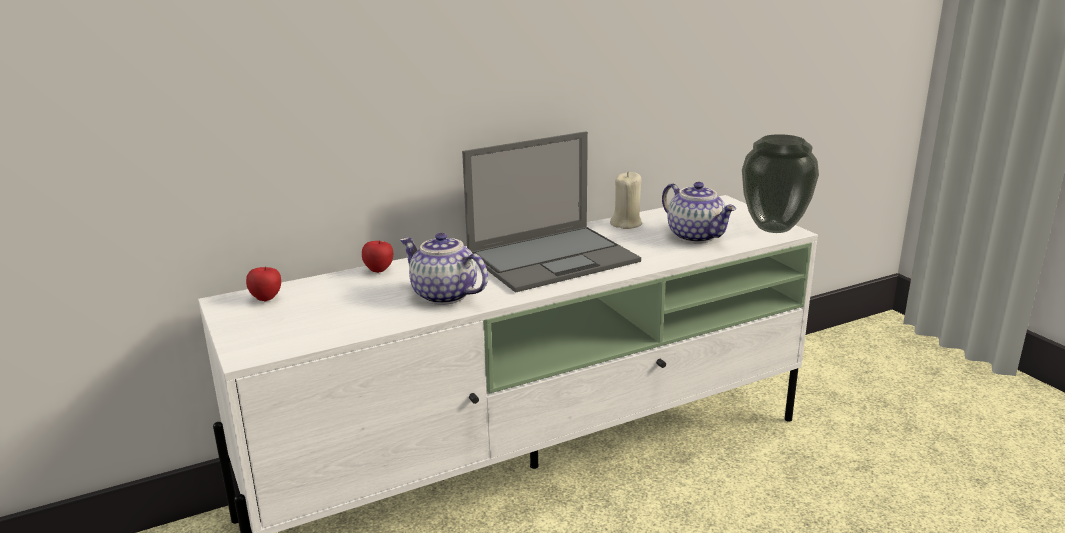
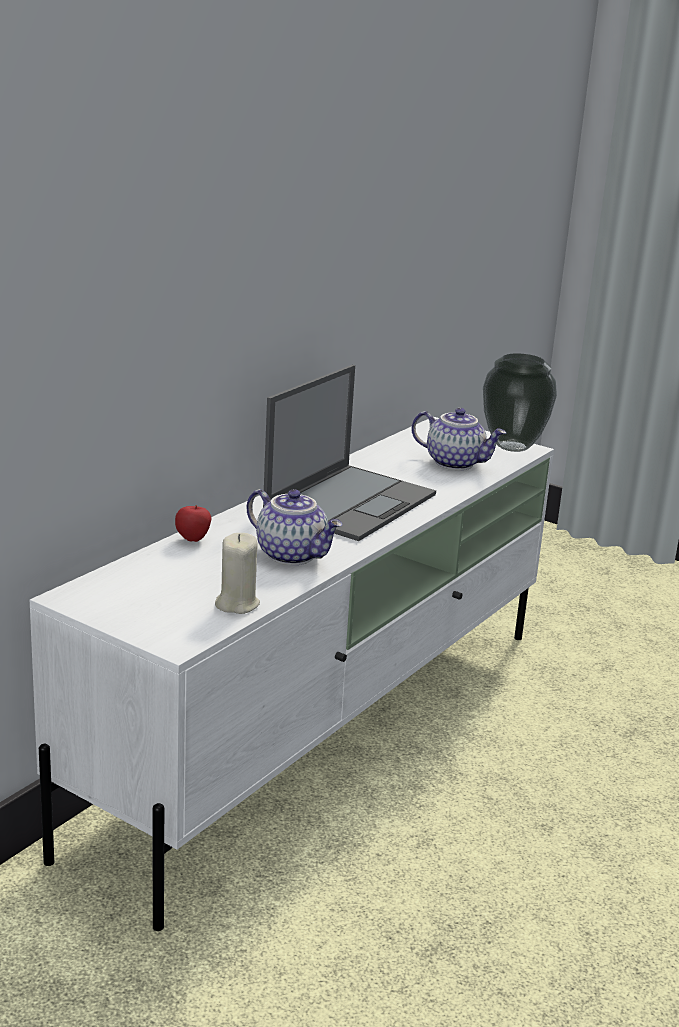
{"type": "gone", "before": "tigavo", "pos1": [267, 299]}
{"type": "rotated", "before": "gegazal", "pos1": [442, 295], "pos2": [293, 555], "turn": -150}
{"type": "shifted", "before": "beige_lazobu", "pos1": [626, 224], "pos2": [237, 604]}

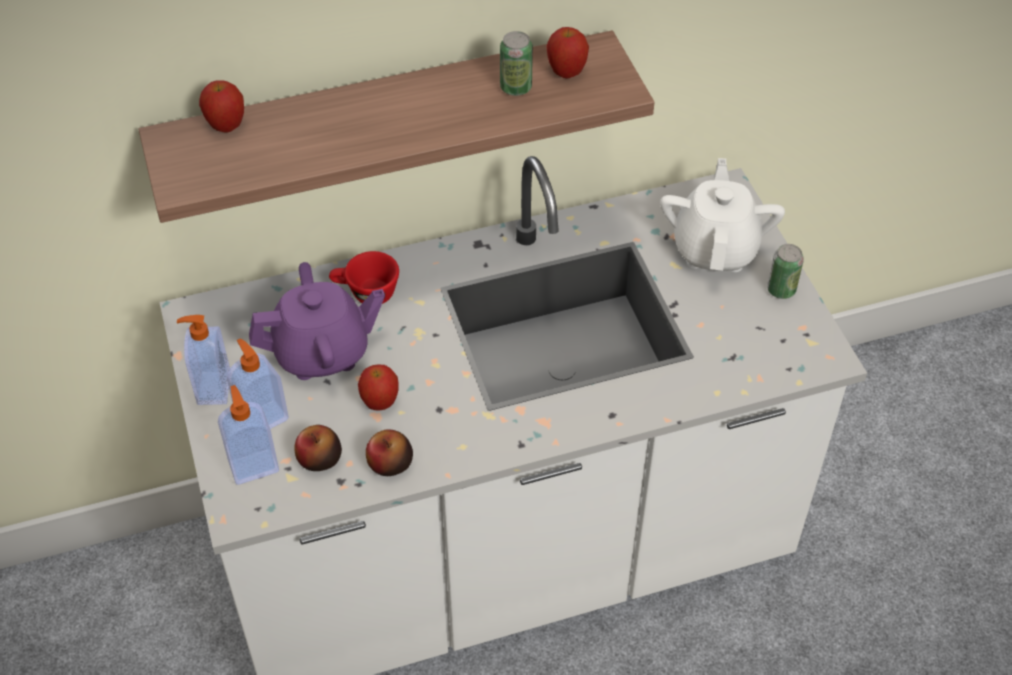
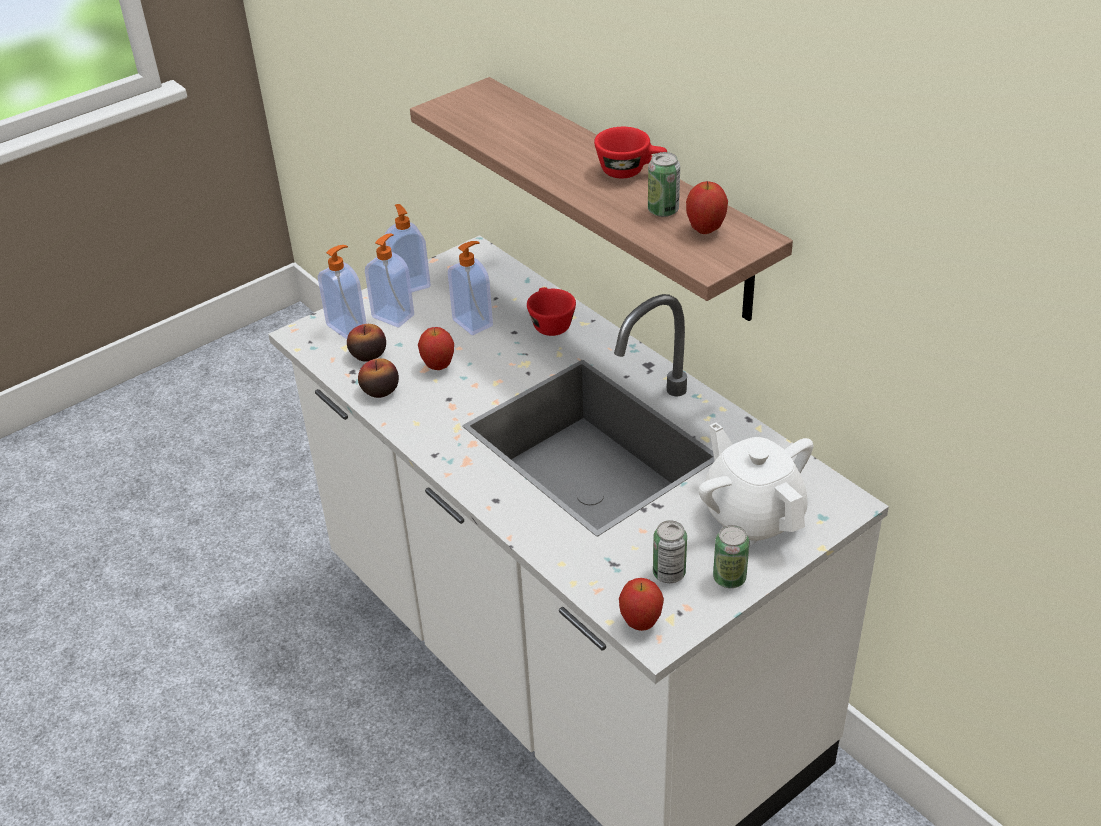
{"type": "shifted", "before": "tigavo", "pos1": [226, 127], "pos2": [641, 622]}
{"type": "swapped", "before": "purple_gegazal", "after": "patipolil", "pos1": [322, 353], "pos2": [474, 322]}
{"type": "rotated", "before": "white_gegazal", "pos1": [715, 249], "pos2": [752, 515], "turn": -105}
{"type": "new", "after": "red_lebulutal", "pos2": [630, 171]}
{"type": "new", "after": "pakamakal", "pos2": [669, 573]}

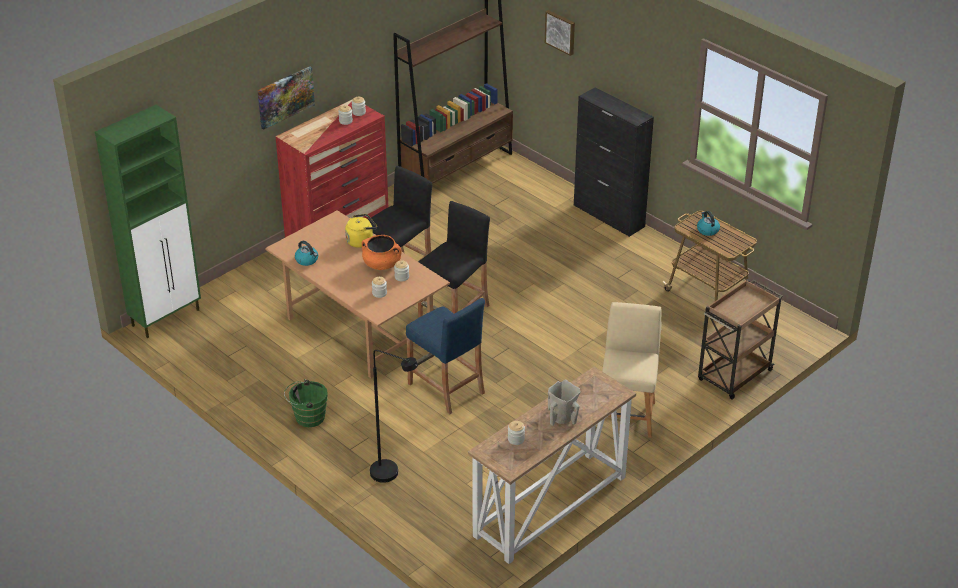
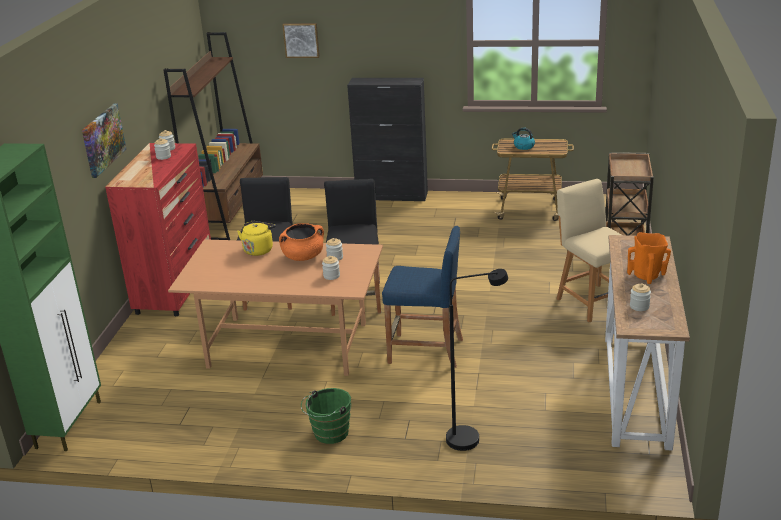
{"type": "gone", "before": "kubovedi", "pos1": [307, 260]}
{"type": "repainted", "before": "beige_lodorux", "after": "orange_lodorux", "pos1": [562, 418], "pos2": [647, 275]}

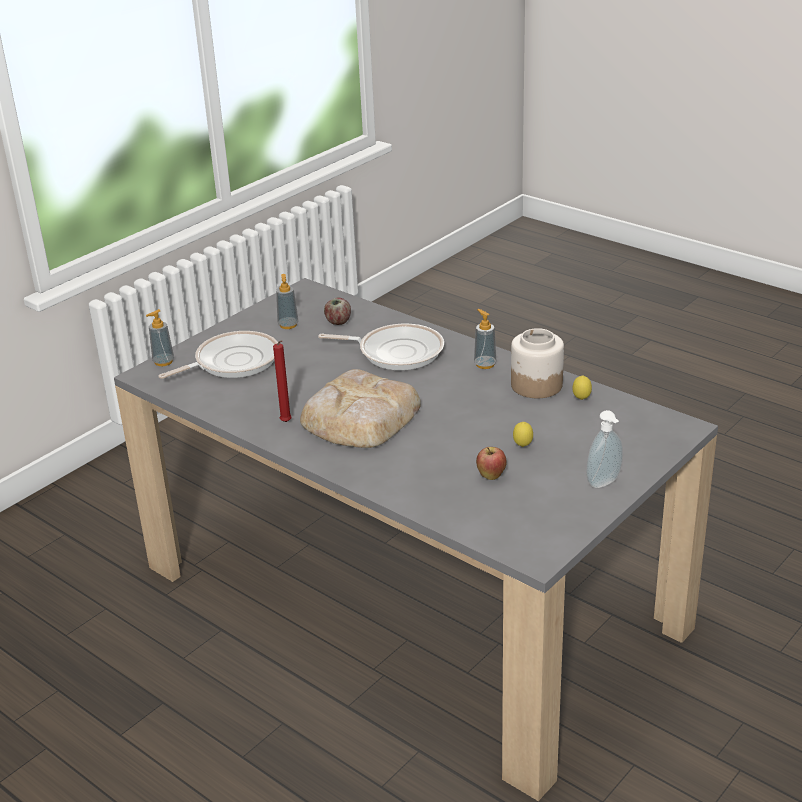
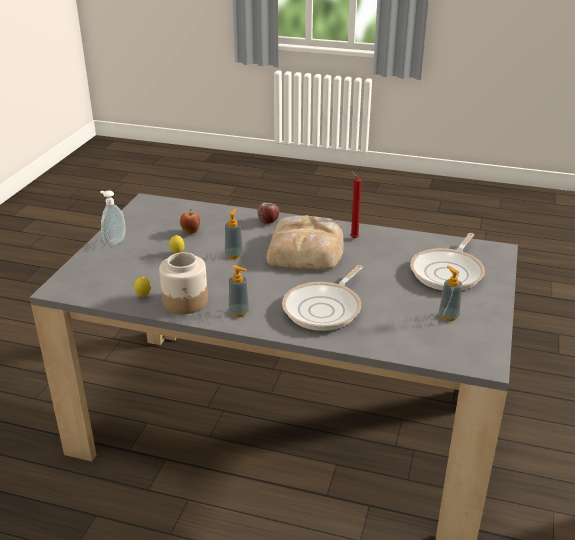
{"type": "shifted", "before": "patipolil", "pos1": [163, 362], "pos2": [234, 255]}
{"type": "rotated", "before": "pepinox", "pos1": [396, 352], "pos2": [325, 308], "turn": -45}
{"type": "shifted", "before": "tigavo", "pos1": [338, 322], "pos2": [268, 221]}

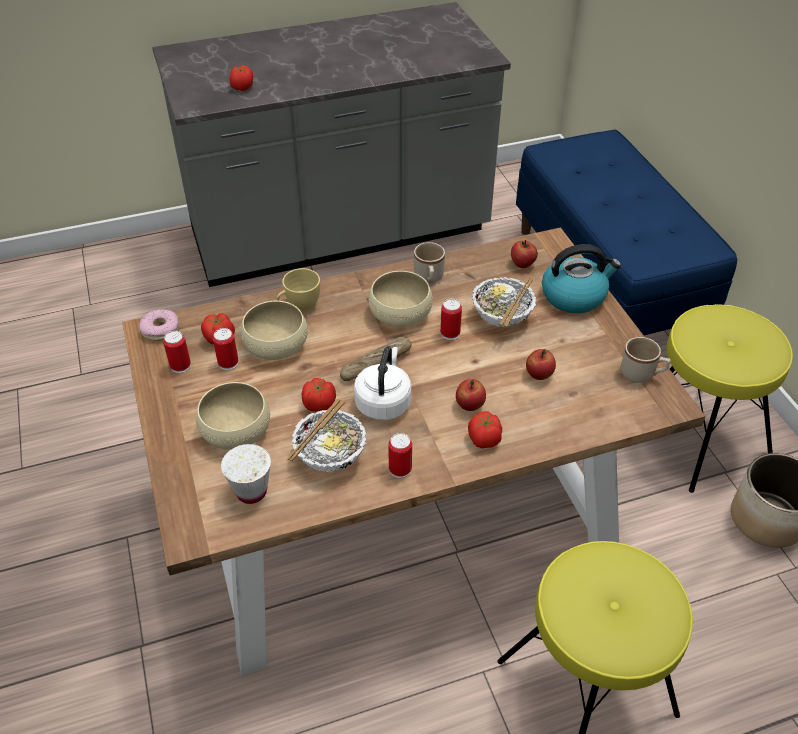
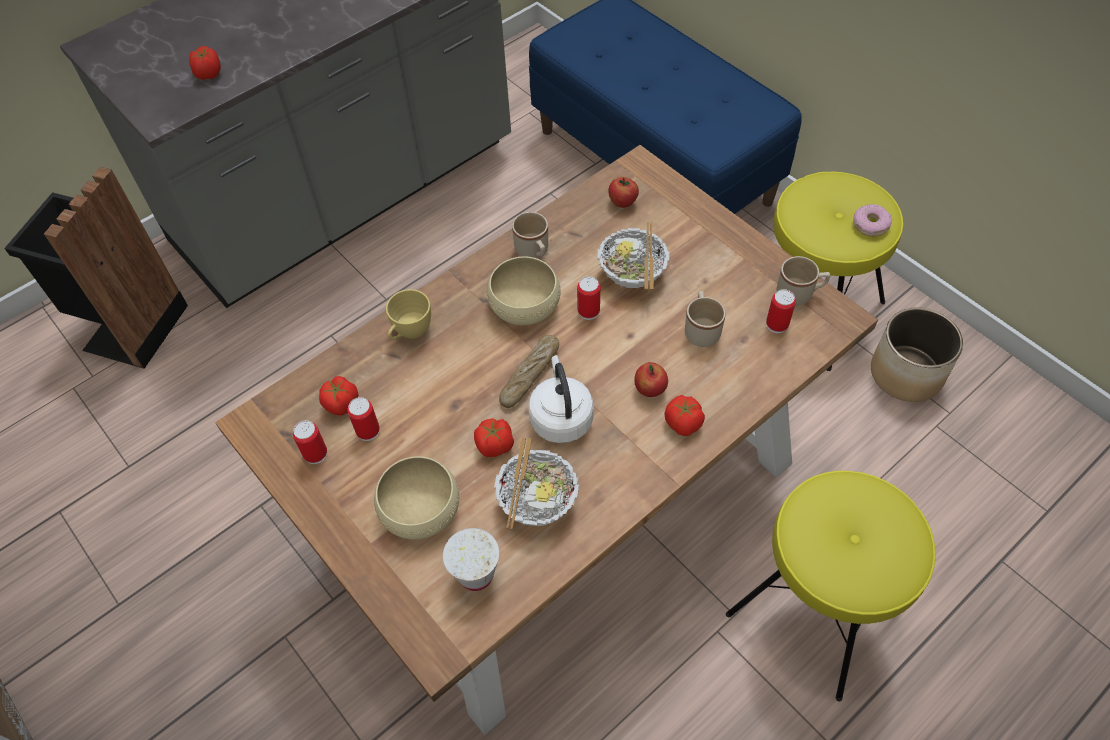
{"type": "shifted", "before": "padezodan", "pos1": [160, 330], "pos2": [870, 224]}
{"type": "gone", "before": "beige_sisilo", "pos1": [276, 344]}
{"type": "shifted", "before": "pakamakal", "pos1": [400, 469], "pos2": [777, 324]}
{"type": "swapped", "before": "tigavo", "after": "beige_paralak", "pos1": [539, 375], "pos2": [701, 329]}
{"type": "gone", "before": "kubovedi", "pos1": [574, 295]}
{"type": "new", "after": "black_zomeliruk", "pos2": [131, 327]}

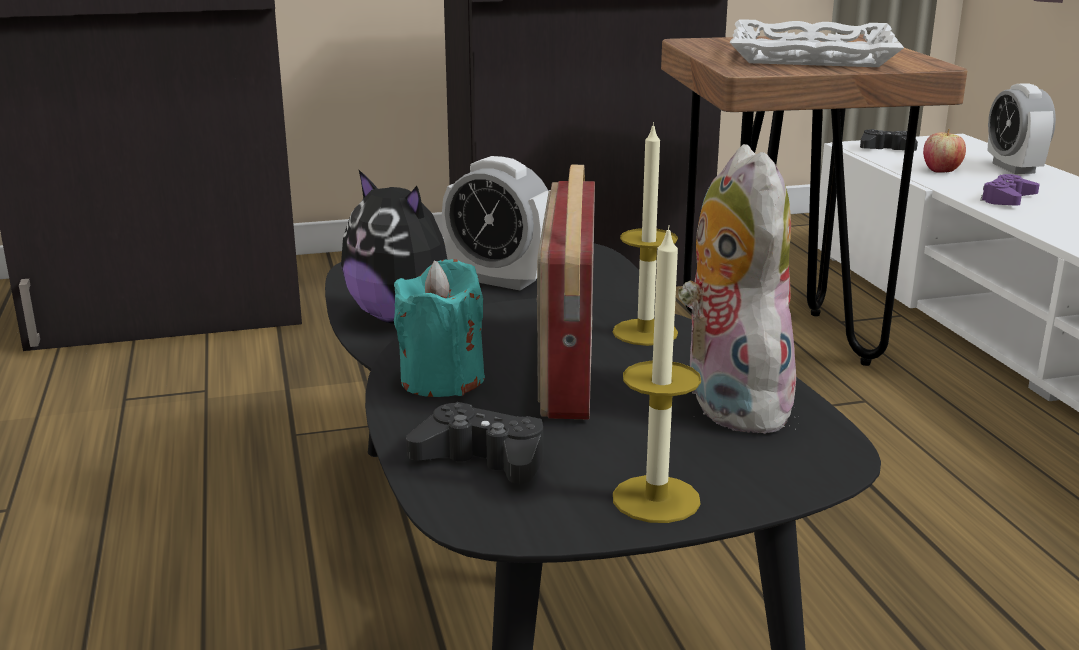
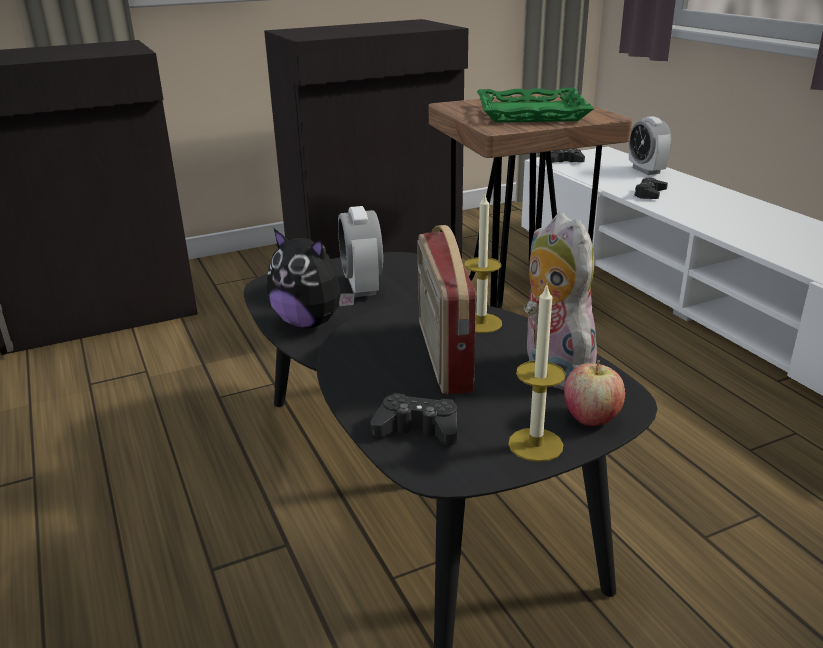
{"type": "gone", "before": "turquoise_lazobu", "pos1": [442, 380]}
{"type": "rotated", "before": "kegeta", "pos1": [500, 280], "pos2": [362, 287], "turn": 60}
{"type": "repainted", "before": "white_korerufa", "after": "green_korerufa", "pos1": [812, 55], "pos2": [531, 113]}
{"type": "shifted", "before": "tigavo", "pos1": [941, 171], "pos2": [591, 418]}
{"type": "repainted", "before": "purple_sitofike", "after": "black_sitofike", "pos1": [1007, 199], "pos2": [649, 194]}

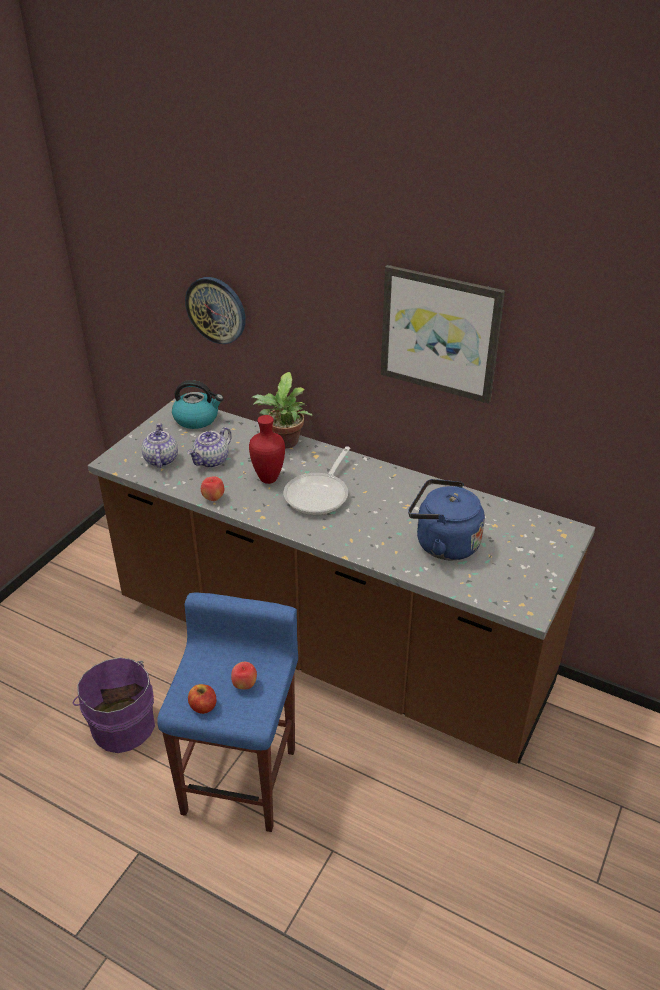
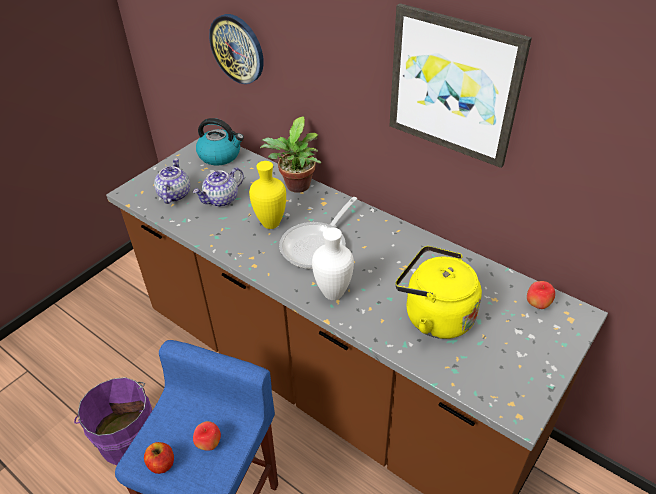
{"type": "shifted", "before": "tigavo", "pos1": [213, 498], "pos2": [537, 304]}
{"type": "repainted", "before": "red_lodorux", "after": "yellow_lodorux", "pos1": [268, 480], "pos2": [270, 224]}
{"type": "repainted", "before": "blue_kubovedi", "after": "yellow_kubovedi", "pos1": [443, 544], "pos2": [434, 316]}
{"type": "new", "after": "white_lodorux", "pos2": [334, 294]}

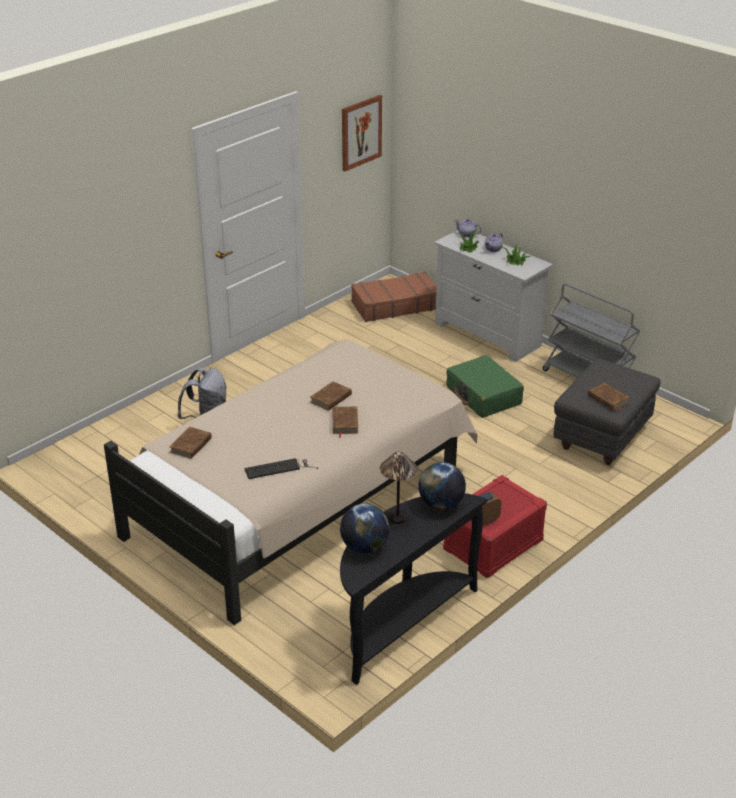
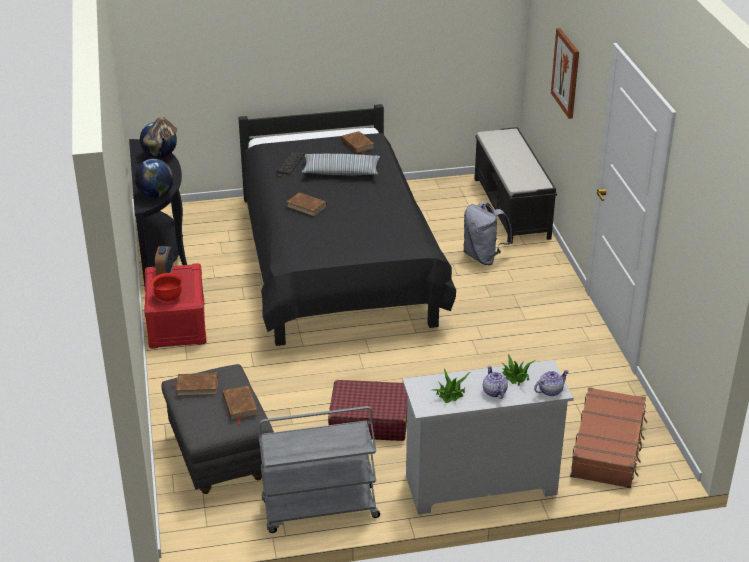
{"type": "repainted", "before": "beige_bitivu", "after": "black_bitivu", "pos1": [301, 499], "pos2": [335, 264]}
{"type": "shifted", "before": "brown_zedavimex", "pos1": [331, 398], "pos2": [239, 406]}
{"type": "shifted", "before": "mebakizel", "pos1": [360, 132], "pos2": [566, 73]}
{"type": "repainted", "before": "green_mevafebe", "after": "red_mevafebe", "pos1": [483, 396], "pos2": [369, 420]}
{"type": "new", "after": "red_sisilo", "pos2": [168, 297]}
{"type": "new", "after": "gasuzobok", "pos2": [341, 172]}
{"type": "new", "after": "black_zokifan", "pos2": [511, 208]}

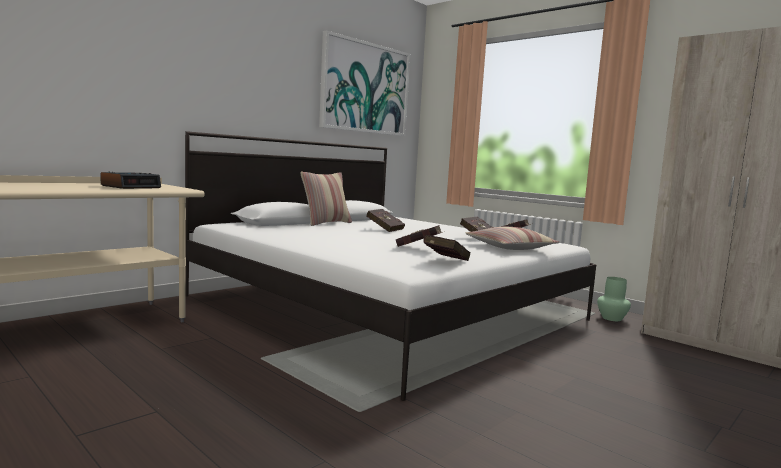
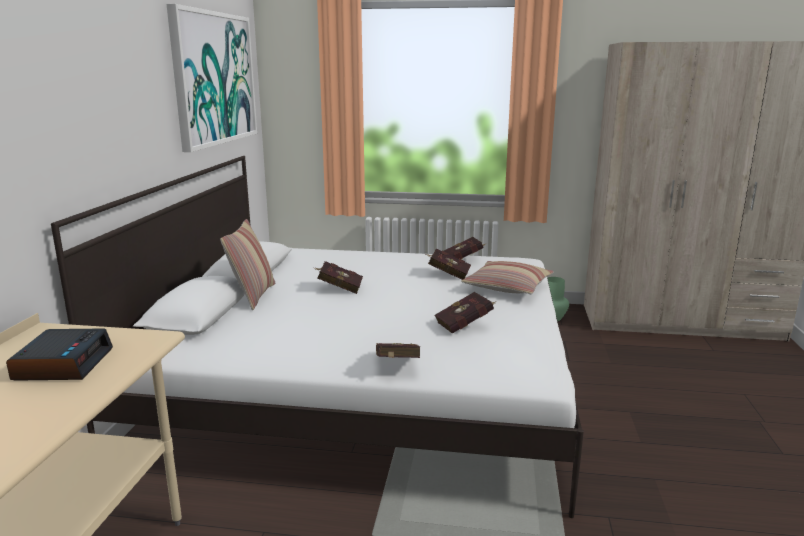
{"type": "shifted", "before": "red_zedavimex", "pos1": [444, 261], "pos2": [396, 366]}

